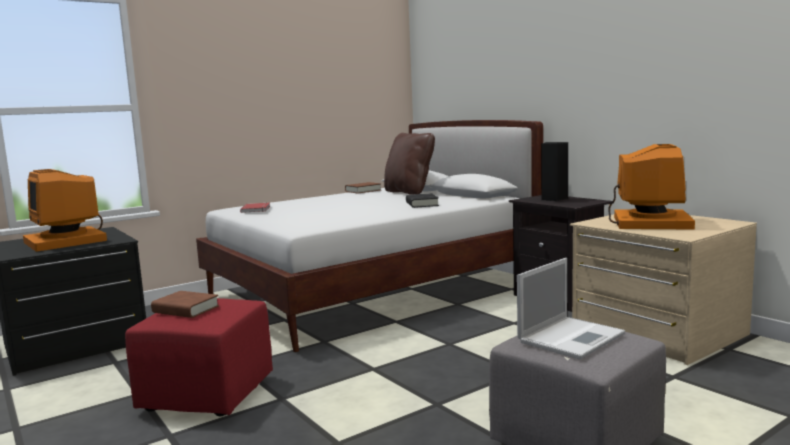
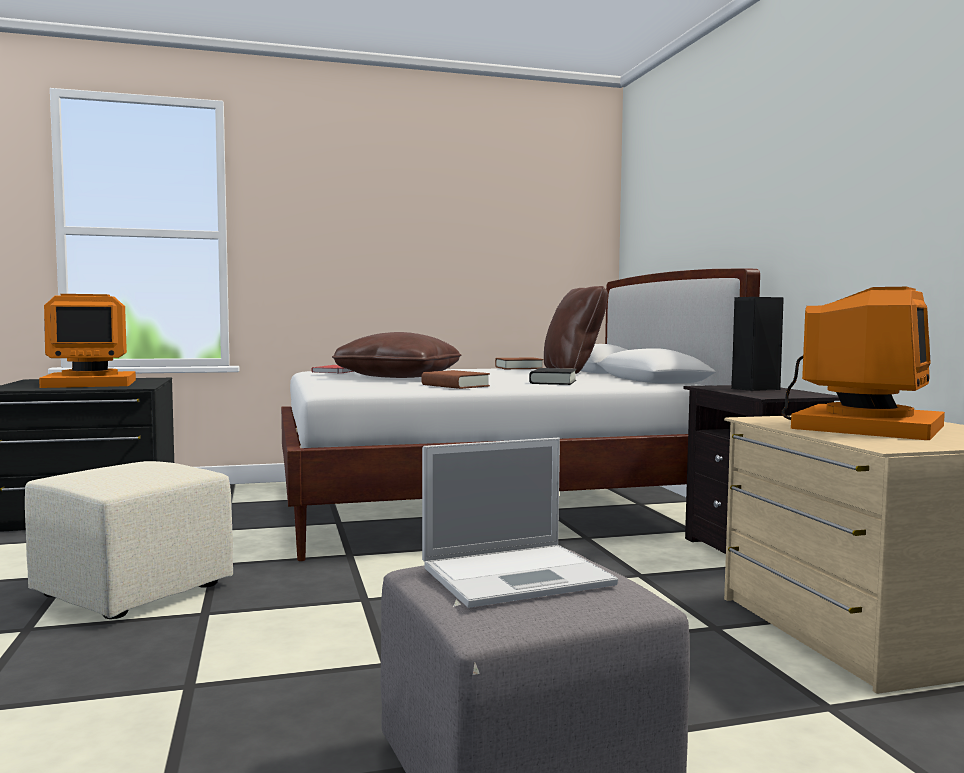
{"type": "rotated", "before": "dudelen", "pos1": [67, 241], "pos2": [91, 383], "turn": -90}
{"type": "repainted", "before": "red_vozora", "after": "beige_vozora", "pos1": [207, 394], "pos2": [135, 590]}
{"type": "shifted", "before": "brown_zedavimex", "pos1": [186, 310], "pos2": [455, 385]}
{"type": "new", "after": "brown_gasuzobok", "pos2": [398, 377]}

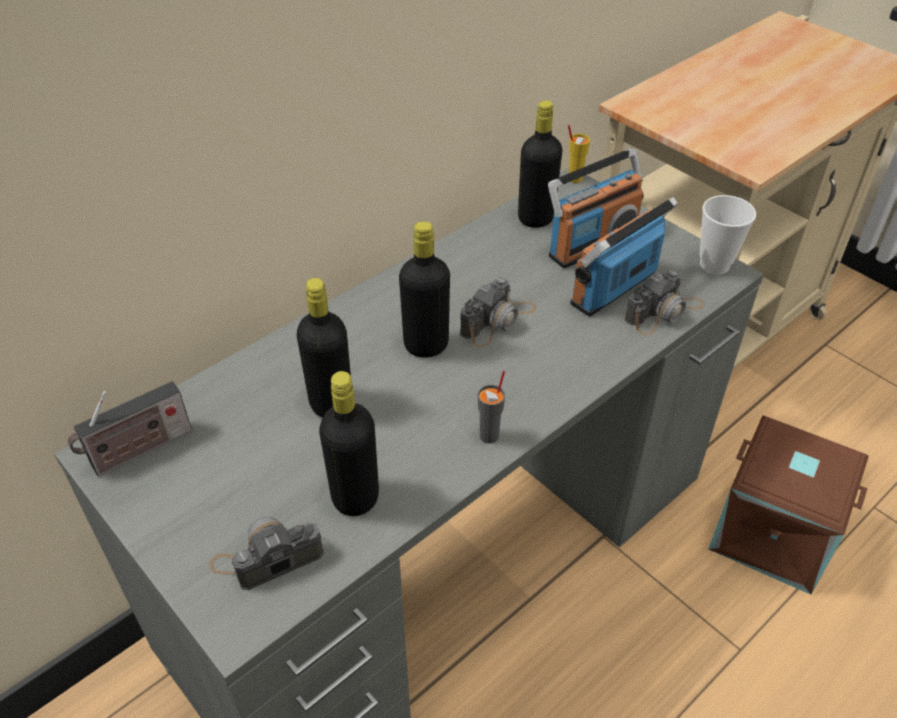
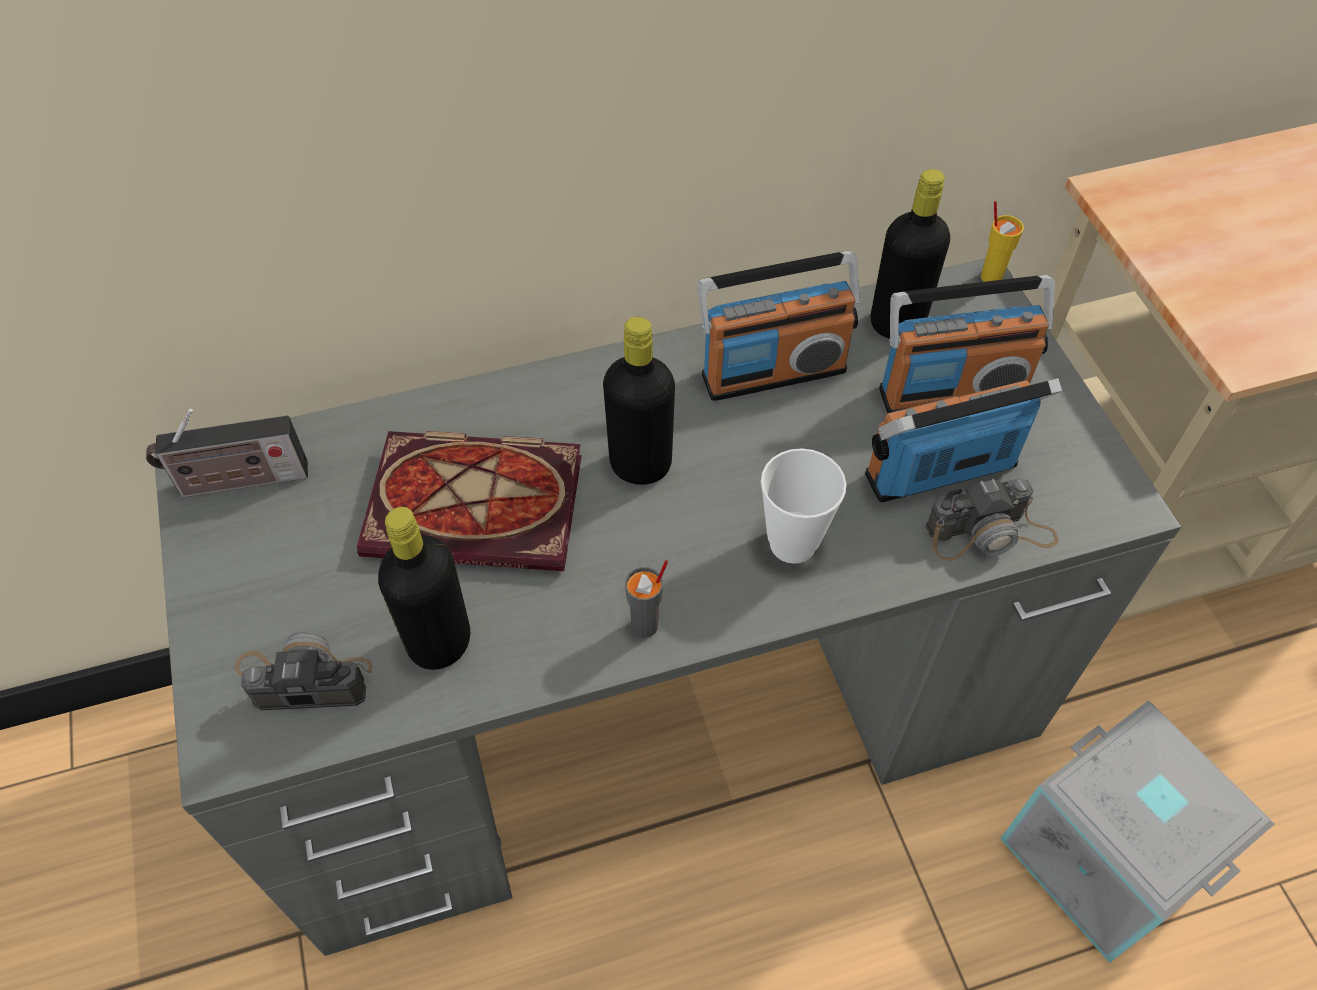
{"type": "swapped", "before": "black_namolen", "after": "zedavimex", "pos1": [331, 403], "pos2": [481, 503]}
{"type": "gone", "before": "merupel", "pos1": [498, 320]}
{"type": "shifted", "before": "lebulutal", "pos1": [714, 265], "pos2": [792, 543]}
{"type": "repainted", "before": "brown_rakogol", "after": "grey_rakogol", "pos1": [774, 531], "pos2": [1108, 855]}
{"type": "new", "after": "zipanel", "pos2": [773, 372]}

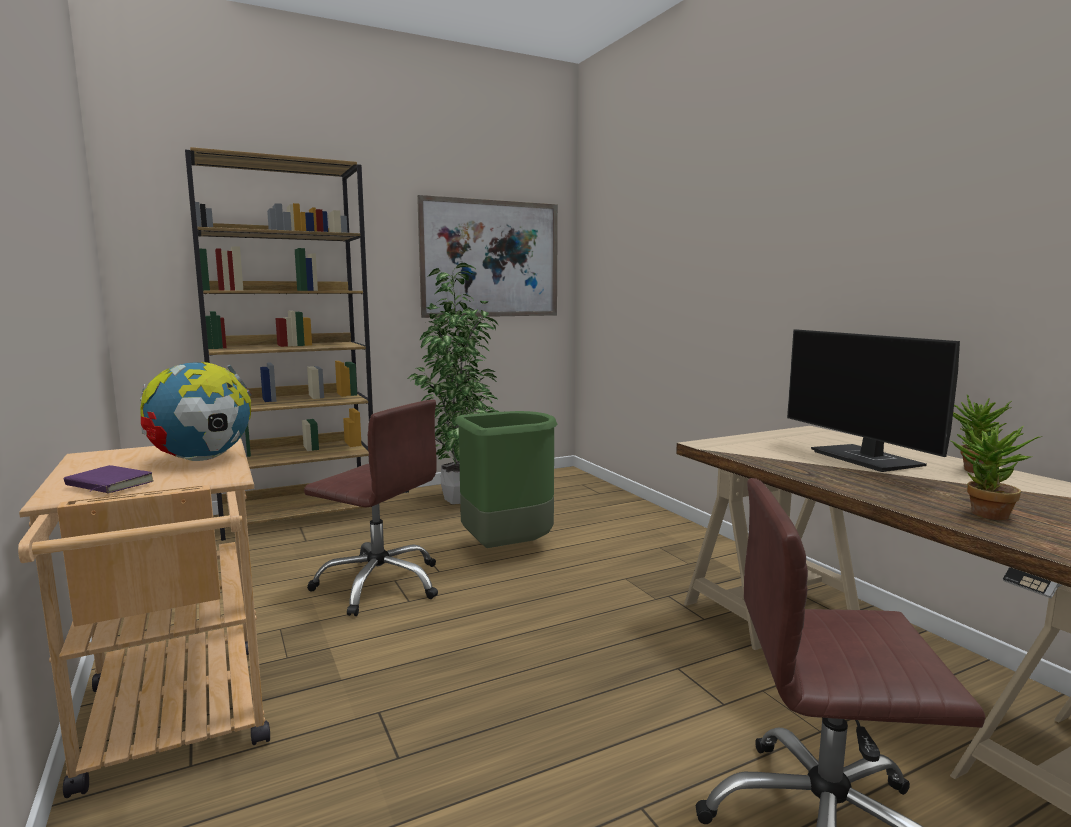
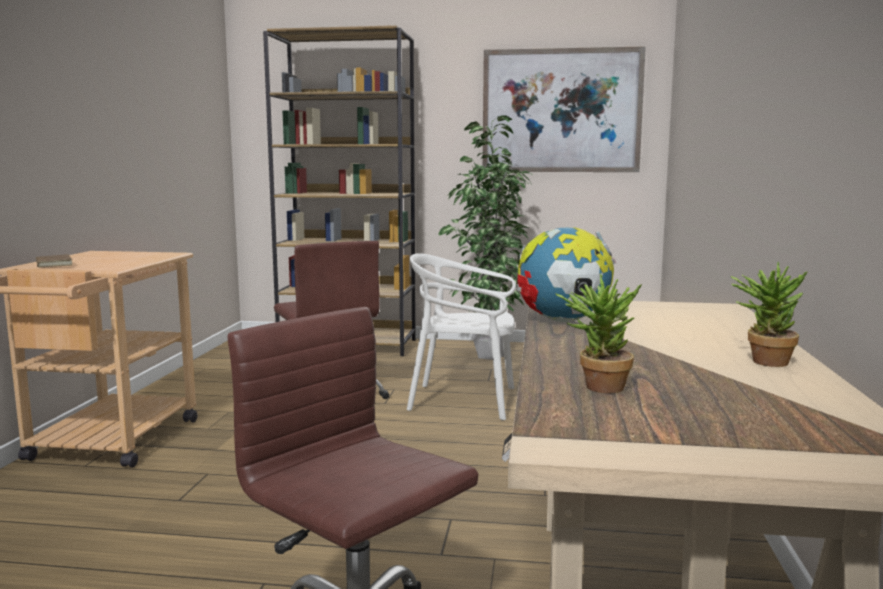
{"type": "repainted", "before": "purple_zedavimex", "after": "brown_zedavimex", "pos1": [106, 485], "pos2": [52, 264]}
{"type": "shifted", "before": "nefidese", "pos1": [202, 459], "pos2": [563, 321]}
{"type": "swapped", "before": "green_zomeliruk", "after": "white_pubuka", "pos1": [507, 549], "pos2": [464, 400]}
{"type": "gone", "before": "dudelen", "pos1": [867, 459]}

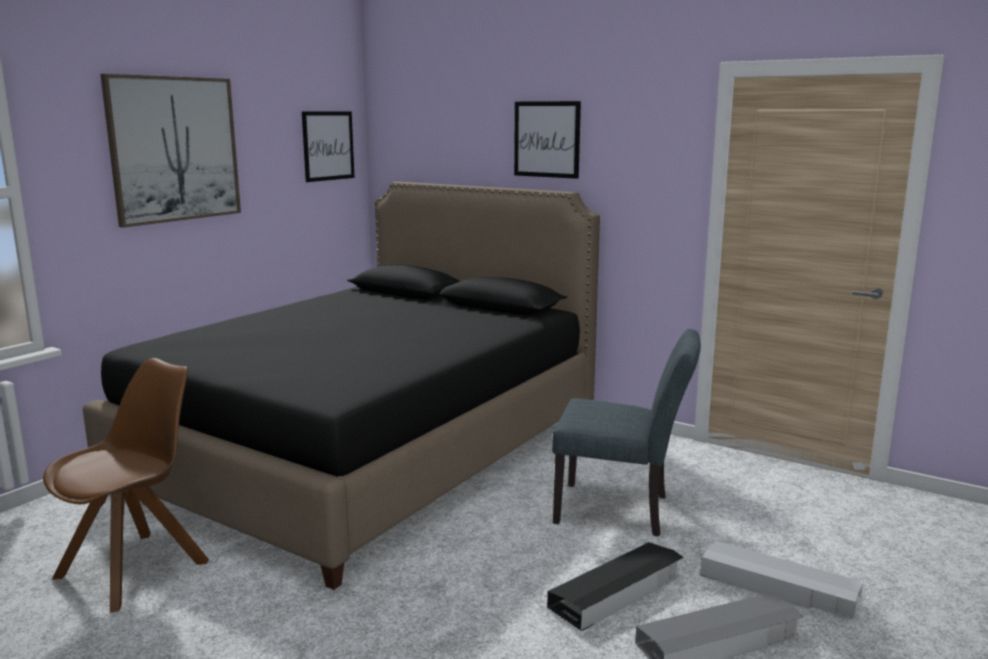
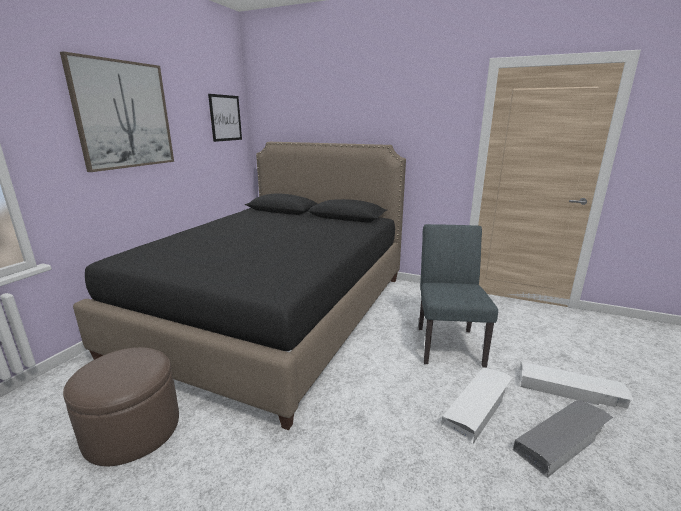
{"type": "swapped", "before": "brown_pubuka", "after": "brown_vozora", "pos1": [136, 568], "pos2": [132, 429]}
{"type": "gone", "before": "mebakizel", "pos1": [546, 139]}
{"type": "repainted", "before": "black_rakogol", "after": "white_rakogol", "pos1": [617, 592], "pos2": [478, 406]}
{"type": "rotated", "before": "grey_pubuka", "pos1": [622, 511], "pos2": [448, 342], "turn": -90}

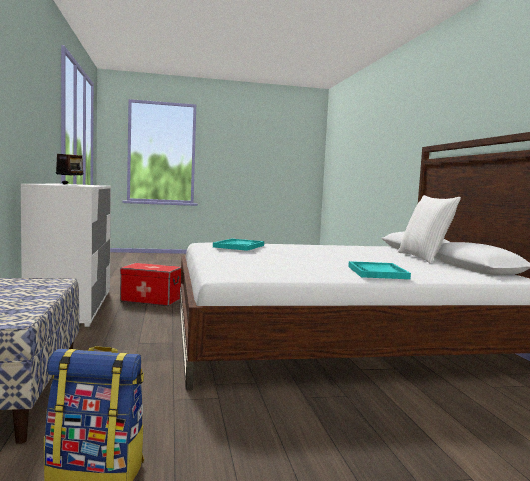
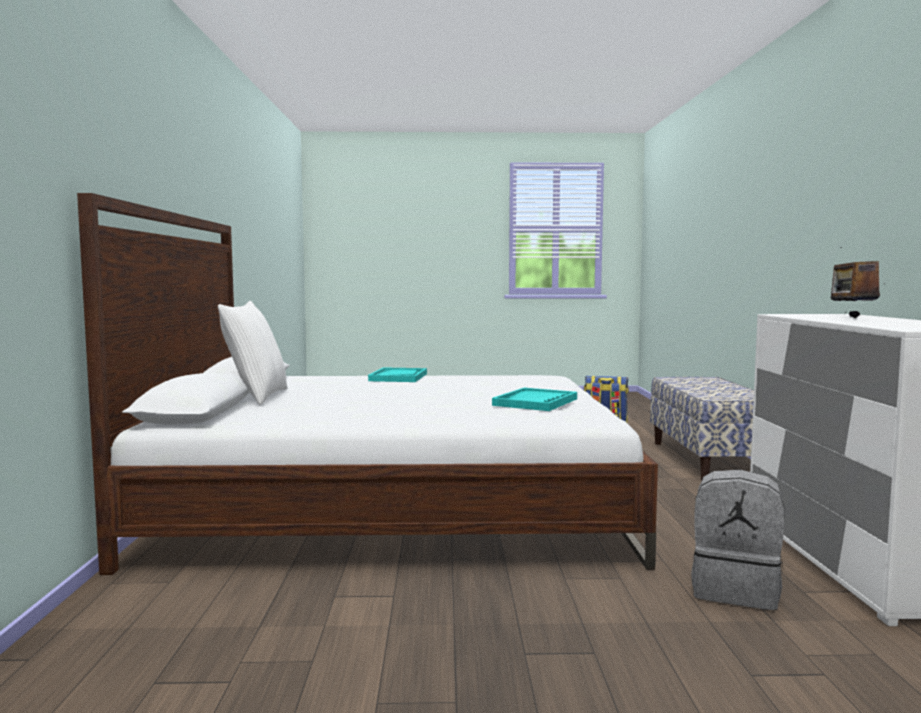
{"type": "swapped", "before": "rakogol", "after": "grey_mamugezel", "pos1": [150, 300], "pos2": [736, 590]}

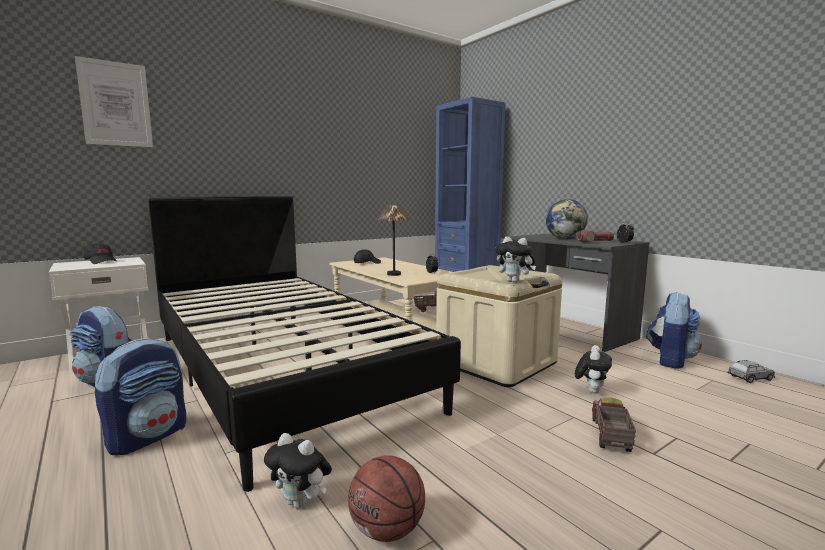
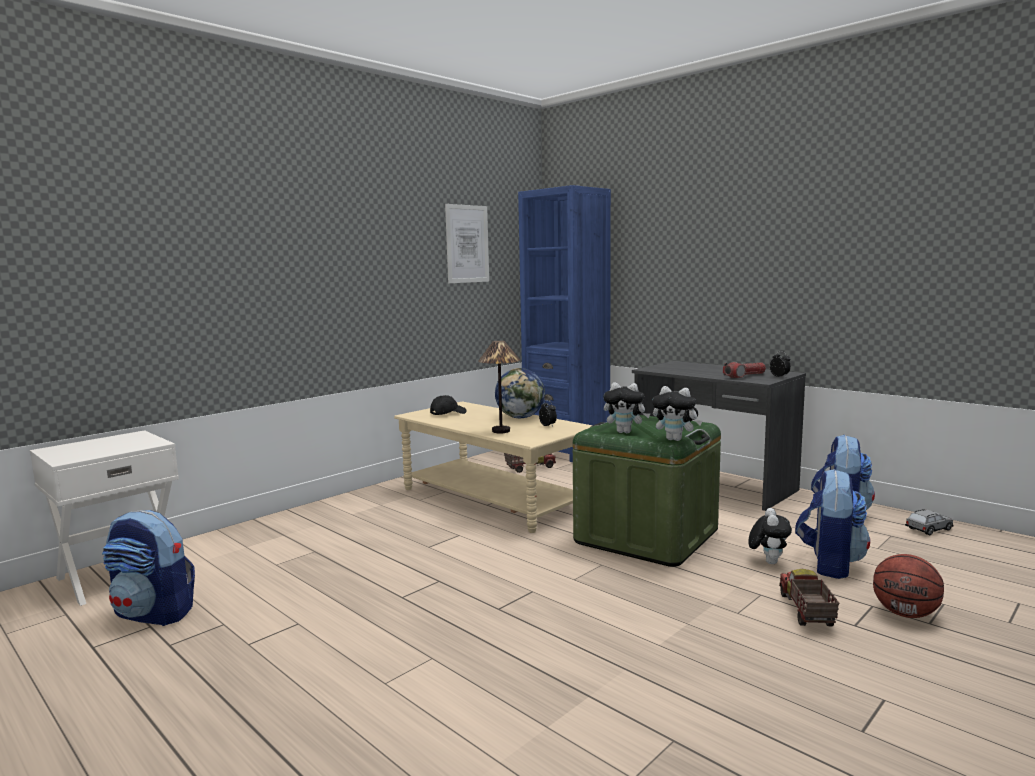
{"type": "shifted", "before": "mebakizel", "pos1": [115, 104], "pos2": [467, 244]}
{"type": "gone", "before": "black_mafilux", "pos1": [101, 261]}
{"type": "shifted", "before": "mamugezel", "pos1": [148, 436], "pos2": [829, 564]}
{"type": "gone", "before": "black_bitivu", "pos1": [280, 368]}
{"type": "shifted", "before": "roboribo", "pos1": [301, 502], "pos2": [625, 432]}
{"type": "shifted", "before": "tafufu", "pos1": [387, 530], "pos2": [905, 614]}
{"type": "repainted", "before": "beige_rakogol", "after": "green_rakogol", "pos1": [496, 363], "pos2": [646, 536]}
{"type": "shifted", "before": "nefidese", "pos1": [565, 239], "pos2": [520, 417]}

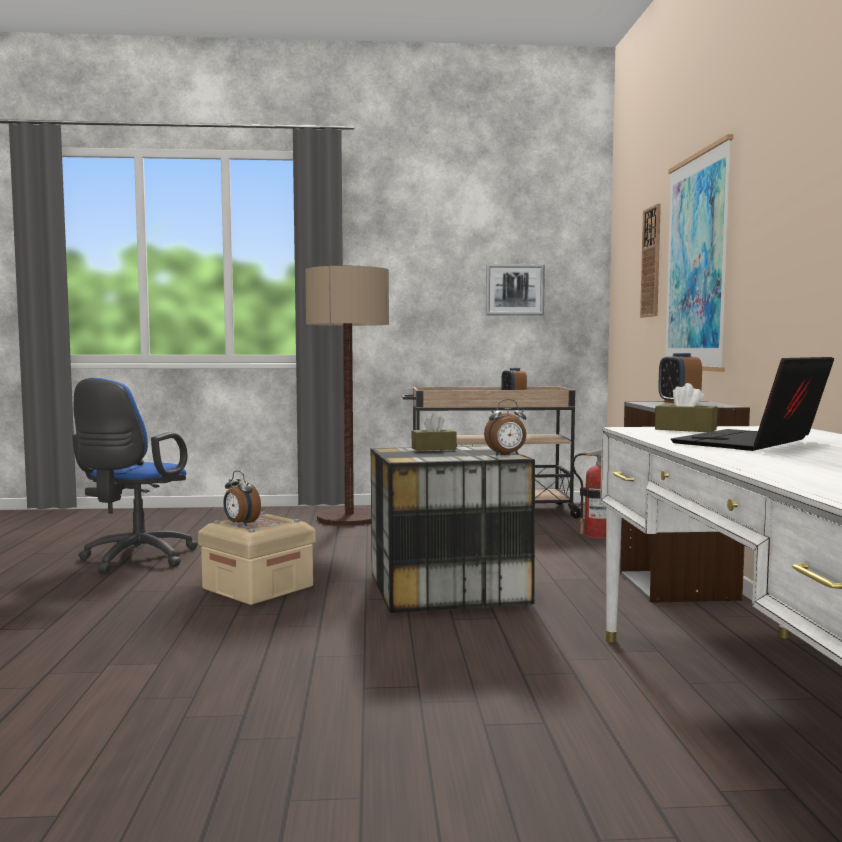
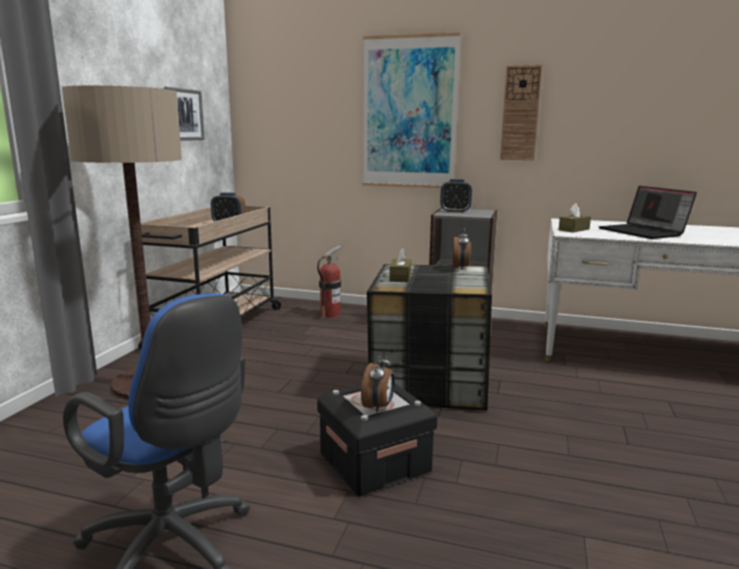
{"type": "repainted", "before": "beige_rakogol", "after": "black_rakogol", "pos1": [258, 587], "pos2": [375, 462]}
{"type": "rotated", "before": "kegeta", "pos1": [240, 524], "pos2": [378, 406], "turn": -45}
{"type": "shifted", "before": "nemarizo", "pos1": [651, 262], "pos2": [520, 113]}

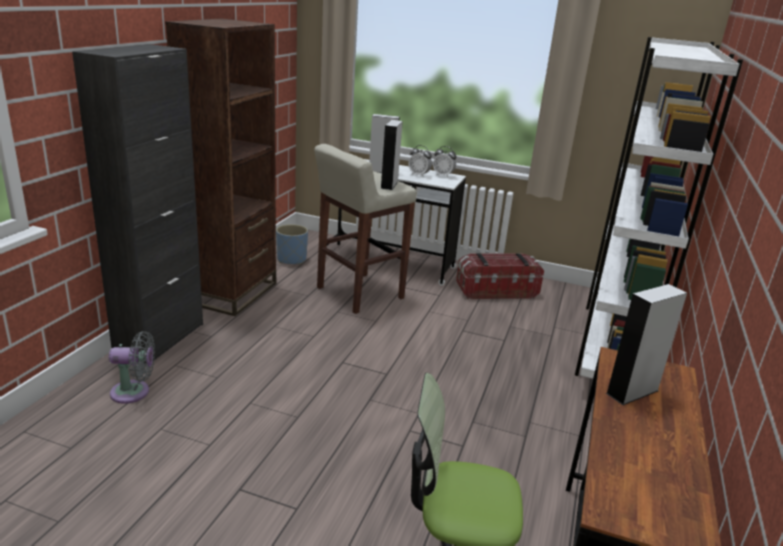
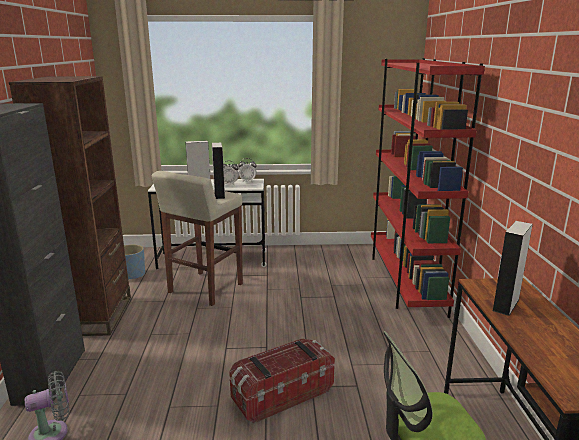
{"type": "shifted", "before": "rakogol", "pos1": [496, 291], "pos2": [281, 394]}
{"type": "repainted", "before": "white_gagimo", "after": "red_gagimo", "pos1": [611, 345], "pos2": [405, 281]}

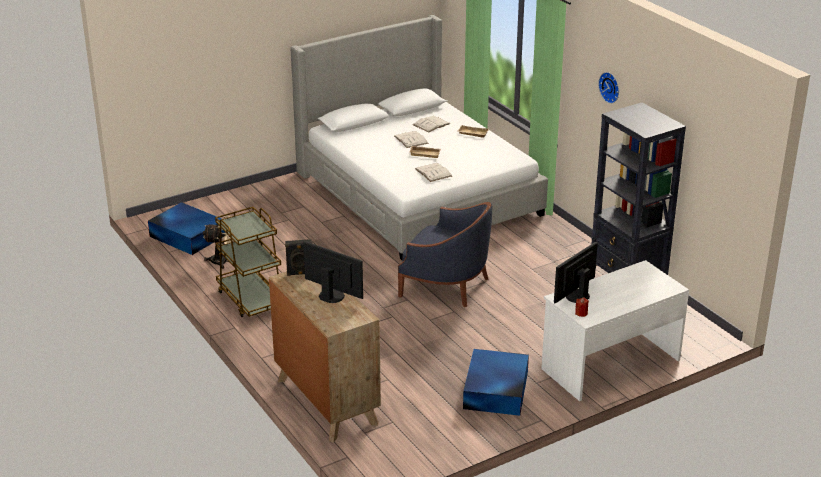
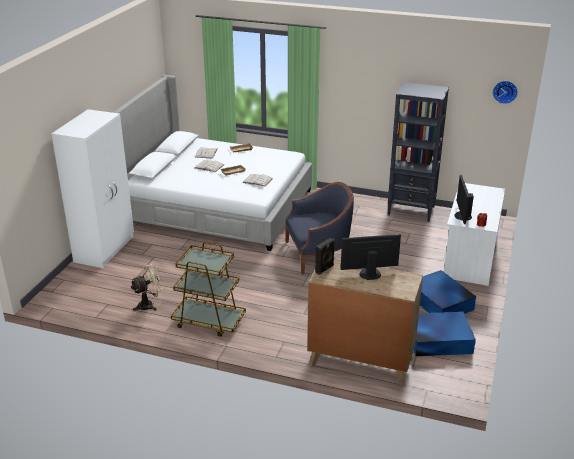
{"type": "shifted", "before": "blue_rakogol", "pos1": [187, 235], "pos2": [438, 340]}
{"type": "shifted", "before": "nemarizo", "pos1": [610, 87], "pos2": [505, 91]}
{"type": "new", "after": "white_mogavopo", "pos2": [105, 249]}

